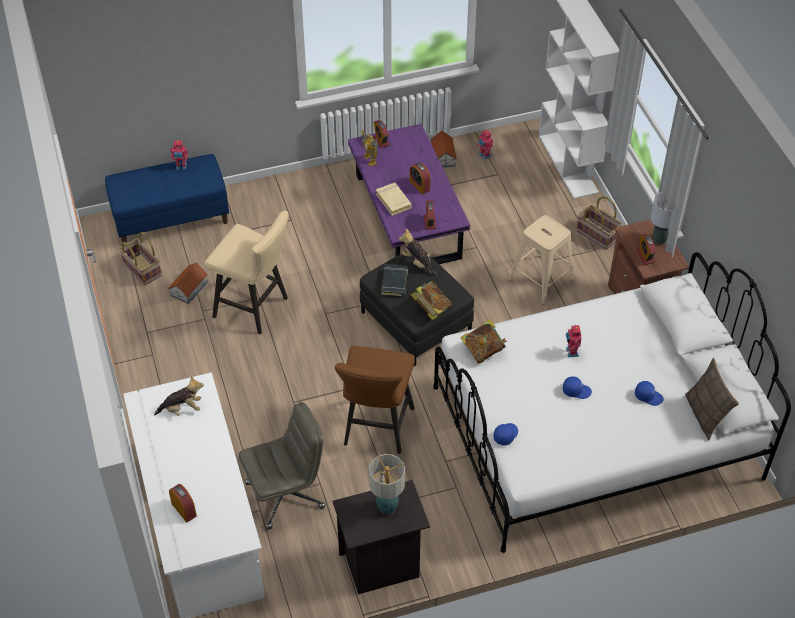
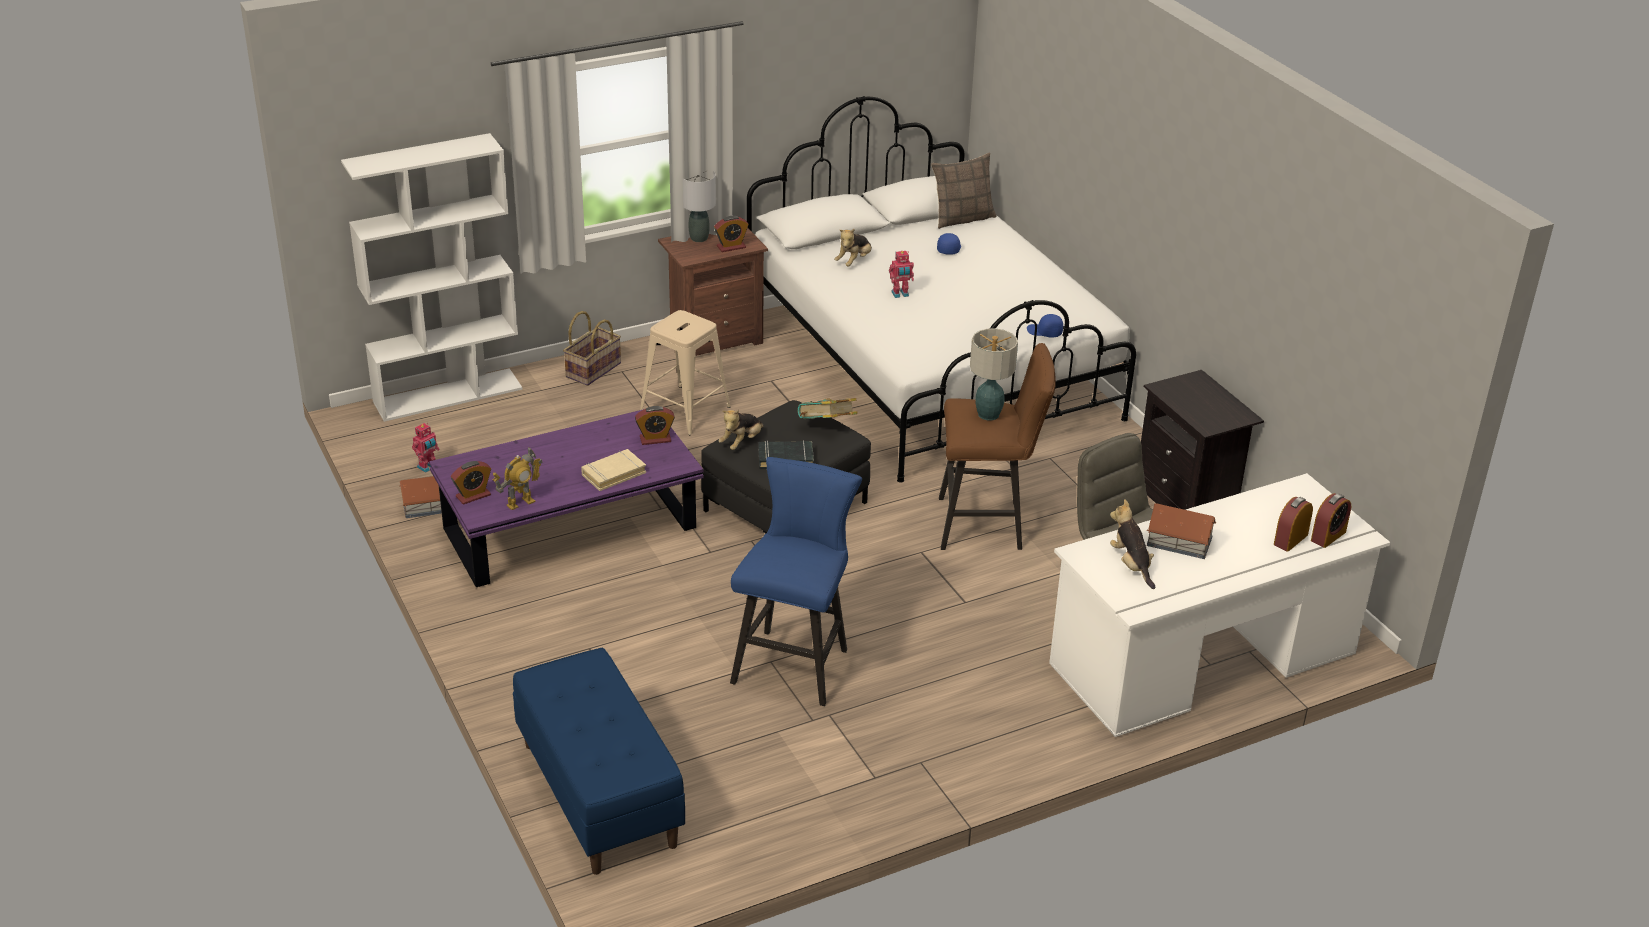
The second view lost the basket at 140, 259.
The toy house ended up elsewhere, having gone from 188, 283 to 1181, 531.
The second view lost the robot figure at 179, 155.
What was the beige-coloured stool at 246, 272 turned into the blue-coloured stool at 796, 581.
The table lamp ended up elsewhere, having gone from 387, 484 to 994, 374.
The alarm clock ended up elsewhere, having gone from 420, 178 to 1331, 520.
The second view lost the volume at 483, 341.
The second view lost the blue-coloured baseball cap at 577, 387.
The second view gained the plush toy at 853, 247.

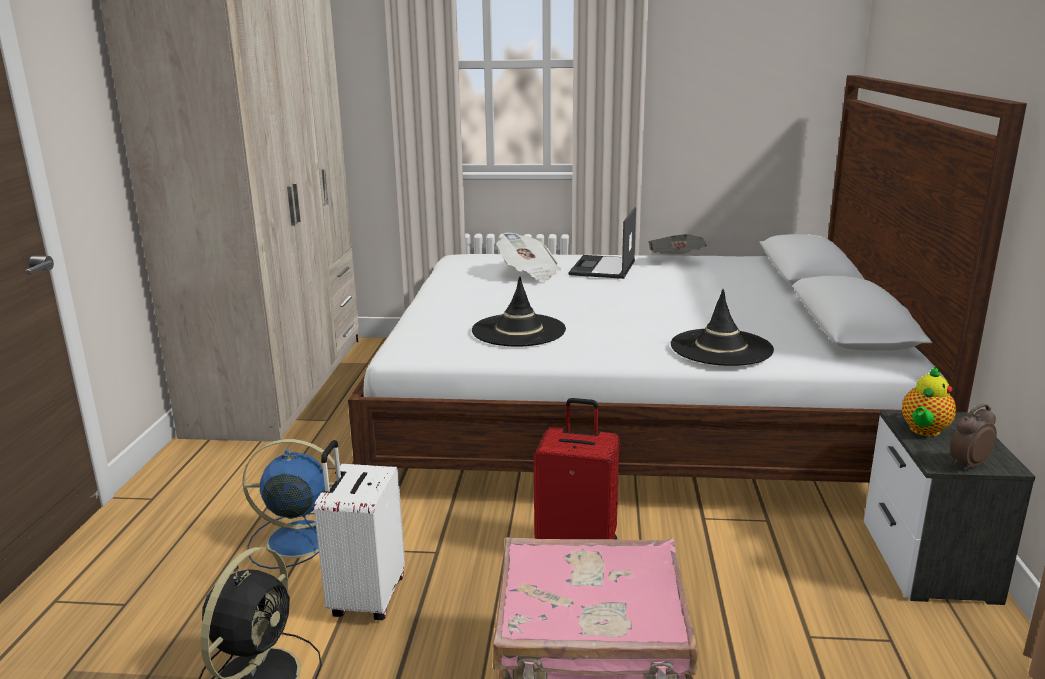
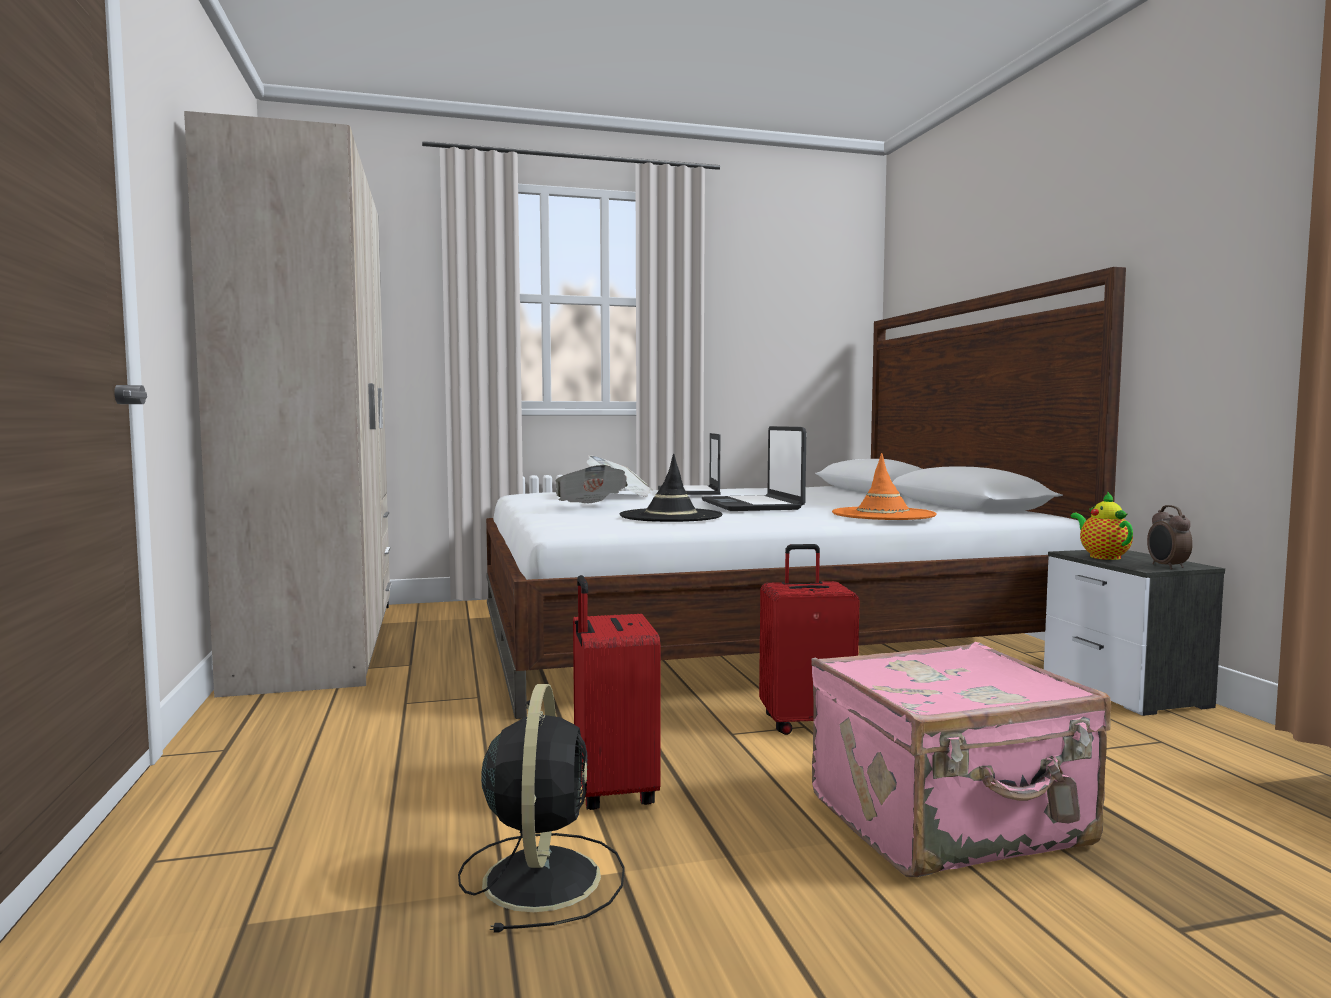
The second view lost the blue-coloured fan at 288, 504.
What was the whitish travel case at 359, 530 turned into the red-coloured travel case at 617, 692.
The printed paper ended up elsewhere, having gone from 677, 244 to 591, 484.
What was the blackish hat at 722, 327 turned into the orange hat at 884, 486.
The teapot at 929, 401 ended up facing another way, 150 degrees clockwise from before.
The alarm clock at 973, 437 ended up facing another way, 45 degrees counterclockwise from before.
The second view gained the notebook computer at 754, 468.

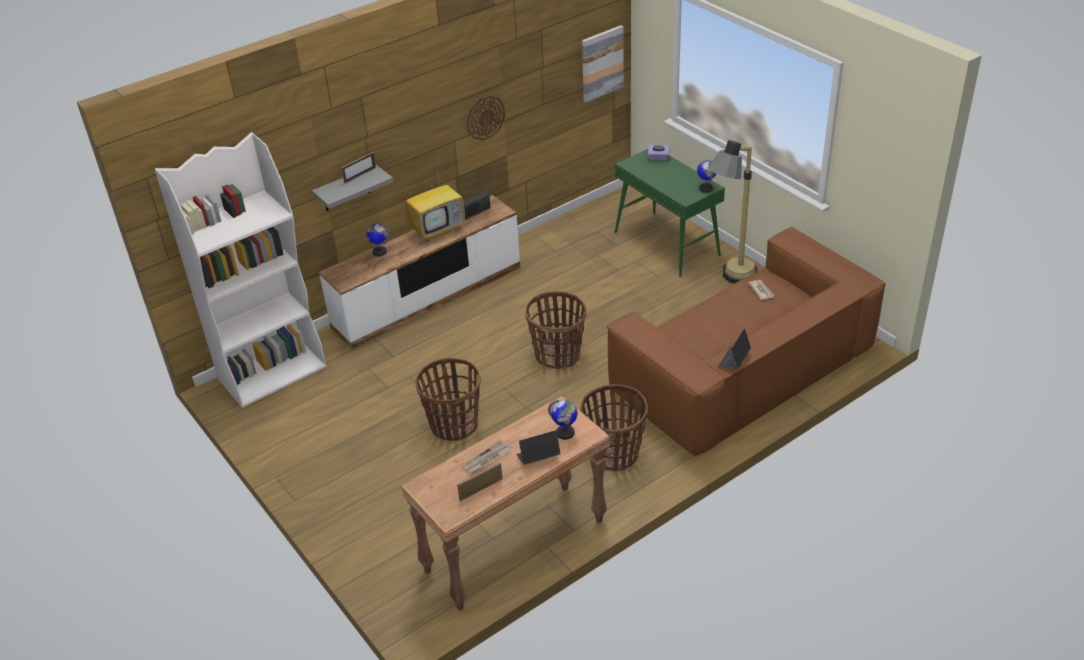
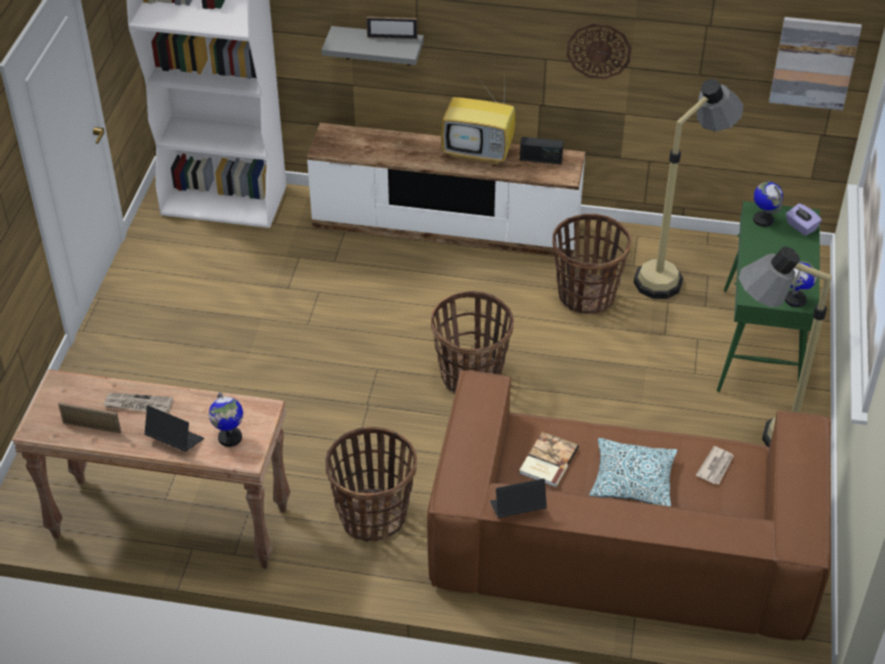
The globe ended up elsewhere, having gone from 378, 240 to 768, 204.
The basket ended up elsewhere, having gone from 448, 399 to 591, 264.
The second view gained the volume at 549, 459.
The second view gained the throw pillow at 633, 472.
The second view gained the standard lamp at 689, 189.

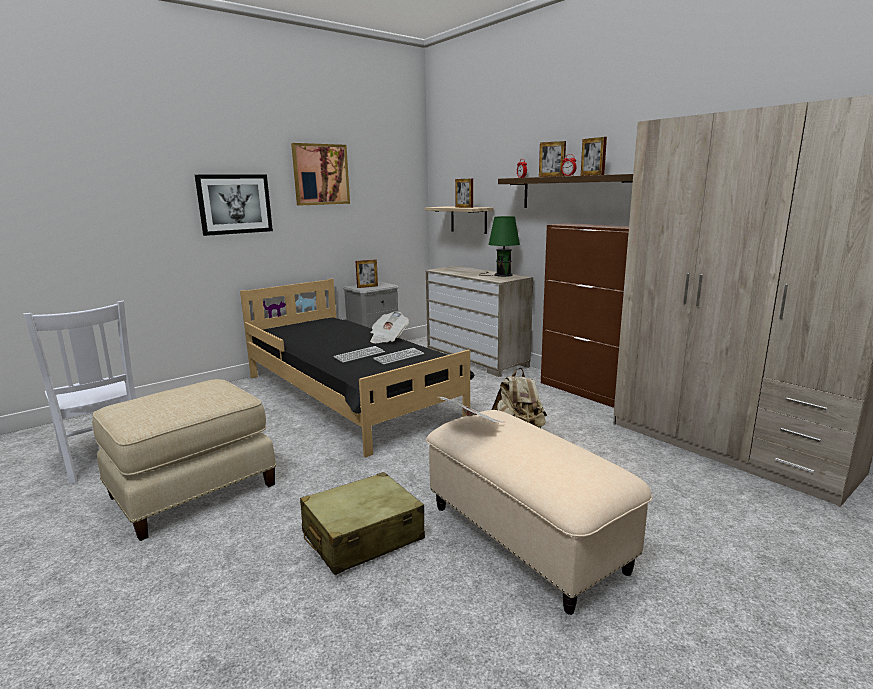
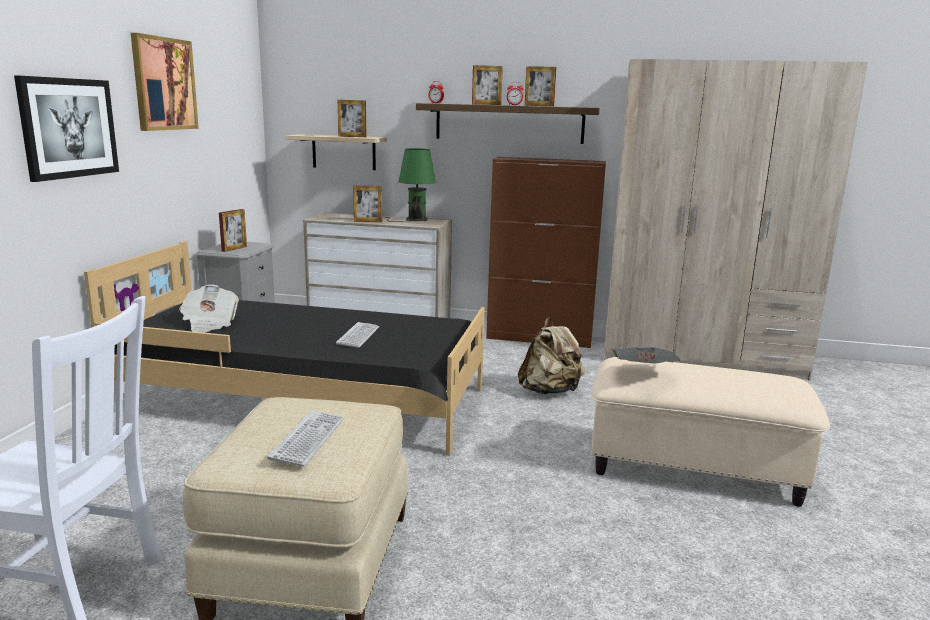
The second view lost the beige-coloured travel case at 362, 523.
The printed paper ended up elsewhere, having gone from 389, 327 to 209, 309.
The PC keyboard ended up elsewhere, having gone from 398, 356 to 305, 438.
The second view gained the picture frame at 367, 204.

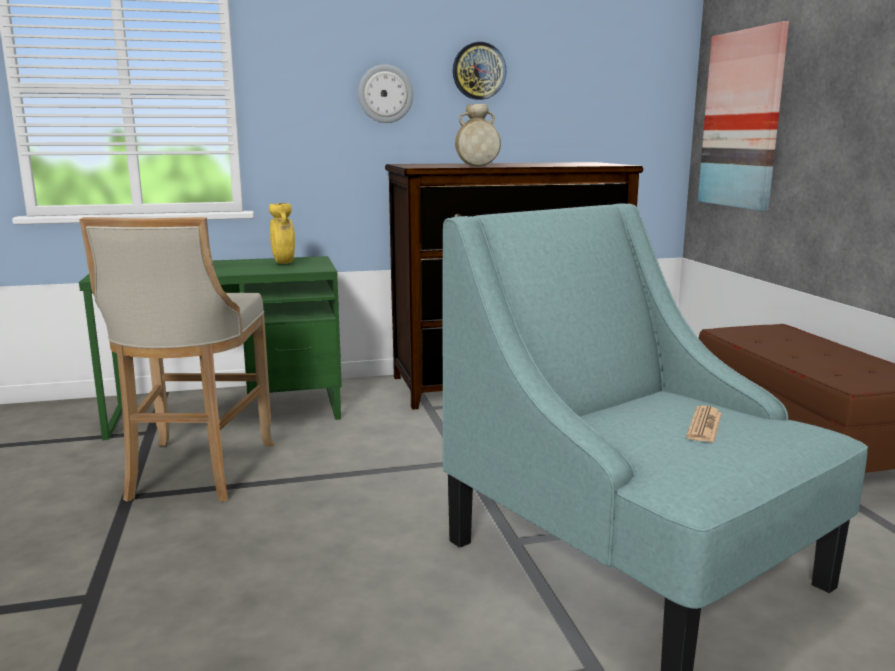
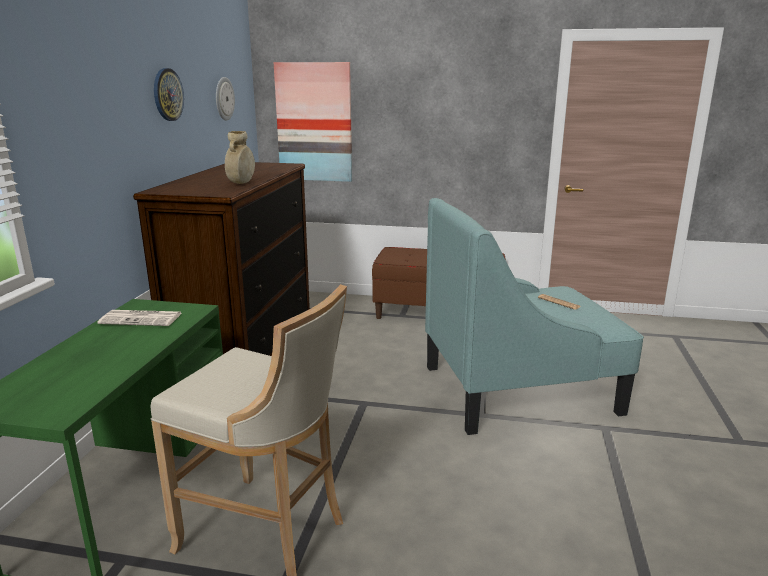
Where the yellow-coloured decorative vase stood at 282, 233, the printed paper came to stand at 139, 318.
The wall clock ended up elsewhere, having gone from 385, 93 to 225, 99.

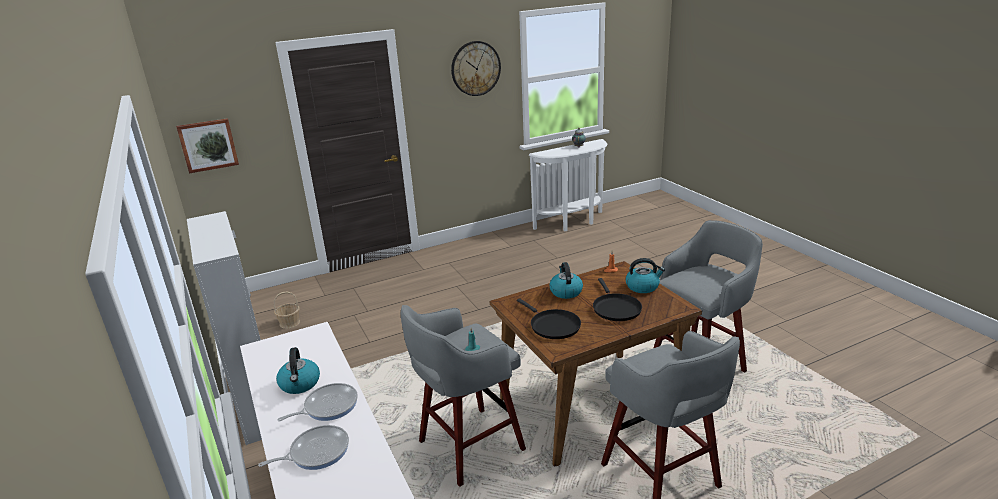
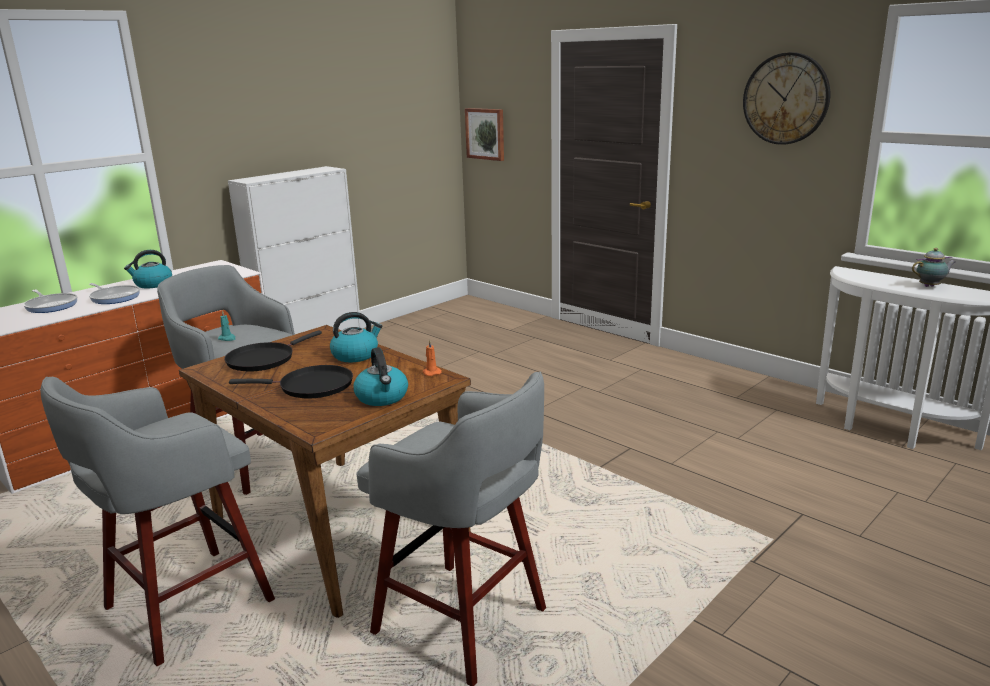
The second view lost the basket at 287, 310.
The blackish skillet at 617, 299 ended up facing another way, 150 degrees counterclockwise from before.

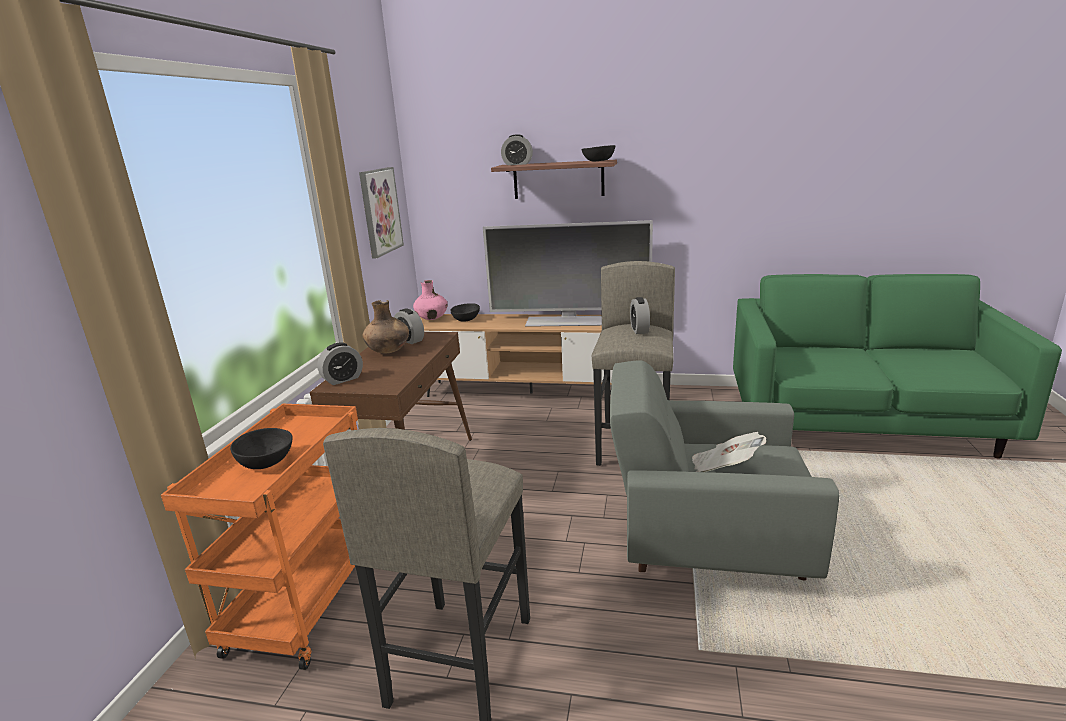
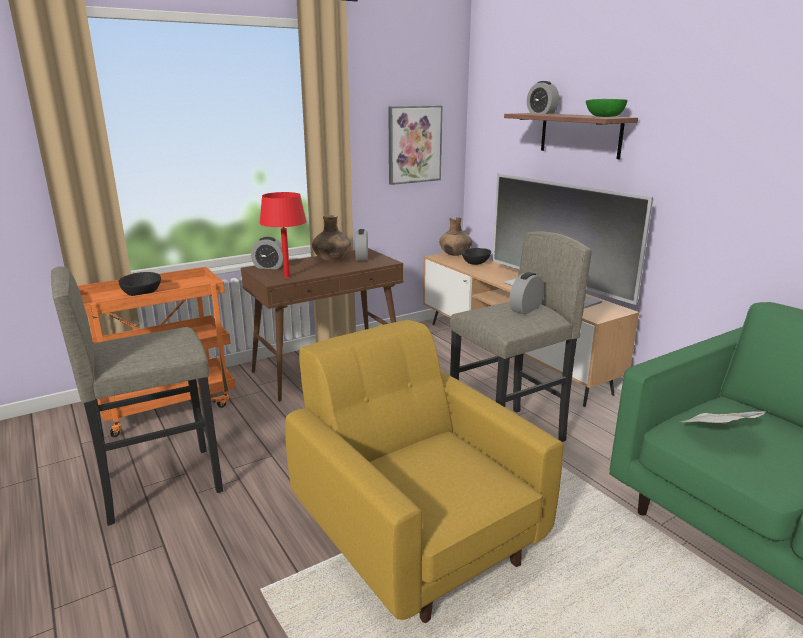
What was the pinkish decorative vase at 430, 300 turned into the brown decorative vase at 455, 236.
What was the blackish bowl at 598, 153 turned into the green bowl at 607, 108.
What was the greyish easy chair at 724, 470 turned into the yellow-coloured easy chair at 424, 471.
The printed paper ended up elsewhere, having gone from 729, 452 to 724, 417.
The second view gained the red-coloured table lamp at 283, 235.

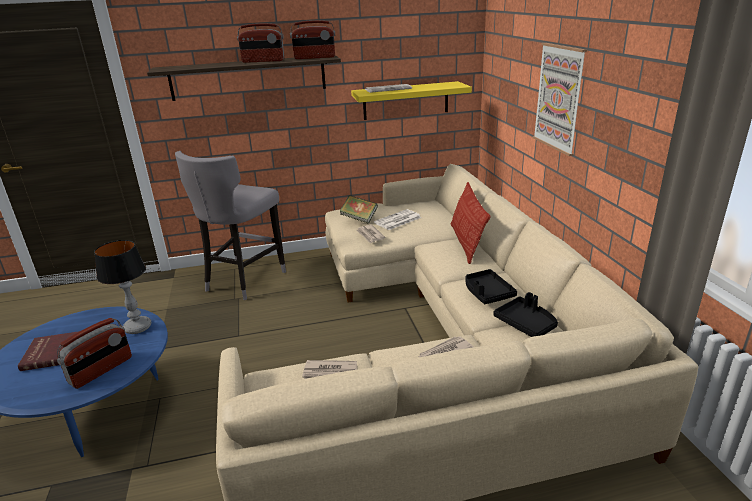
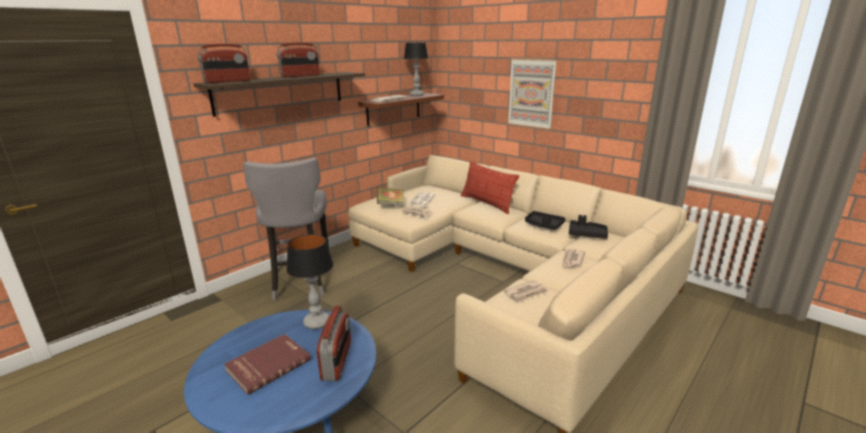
The radio set ended up elsewhere, having gone from 312, 39 to 224, 63.
What was the yellow-coloured wall shelf at 411, 100 turned into the brown wall shelf at 401, 109.
The second view gained the table lamp at 416, 69.

